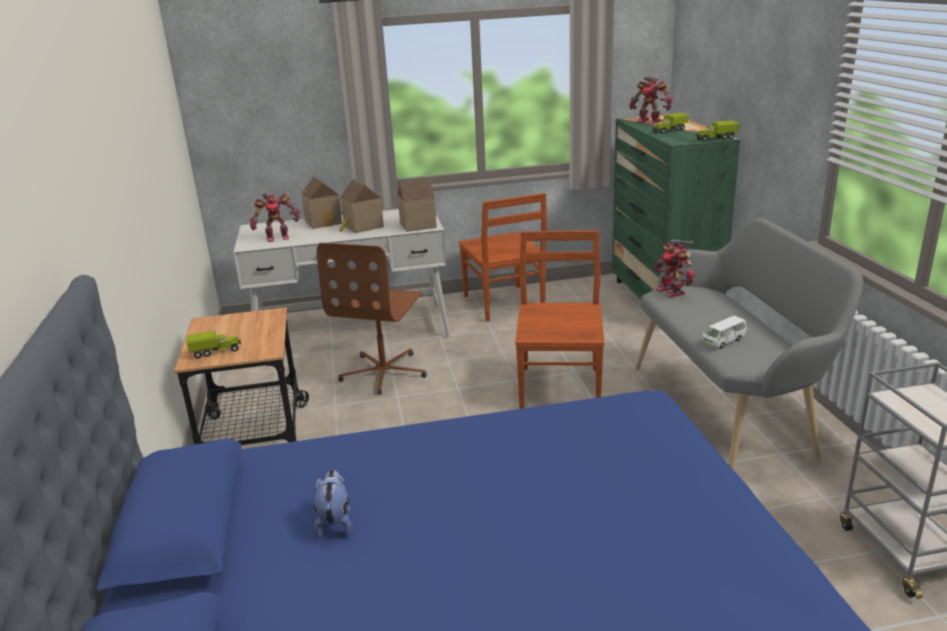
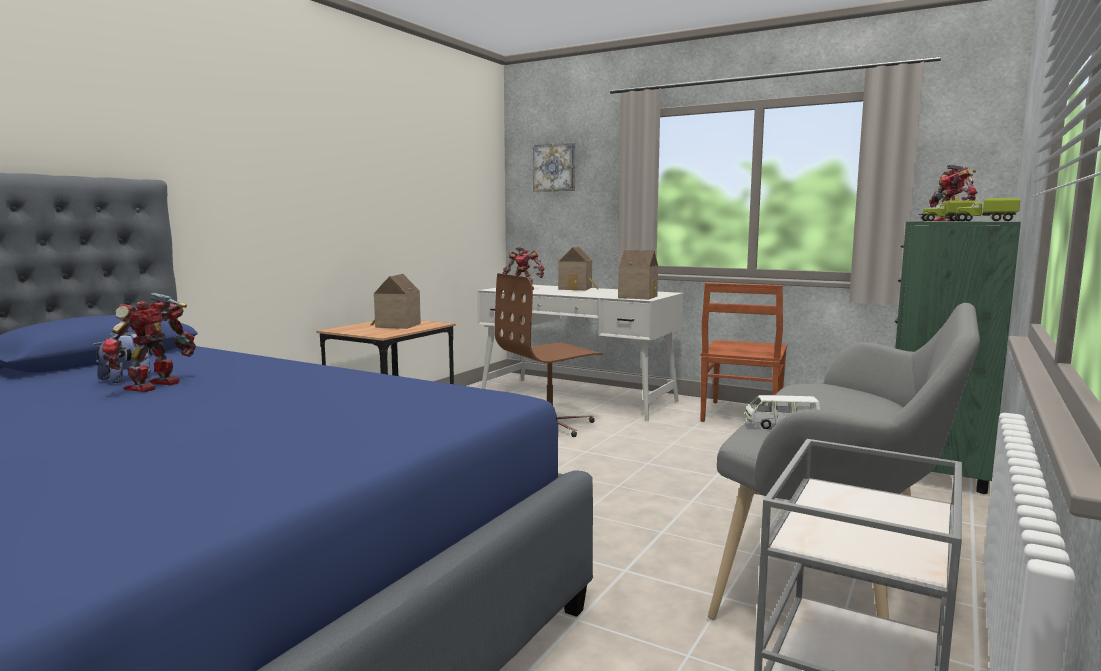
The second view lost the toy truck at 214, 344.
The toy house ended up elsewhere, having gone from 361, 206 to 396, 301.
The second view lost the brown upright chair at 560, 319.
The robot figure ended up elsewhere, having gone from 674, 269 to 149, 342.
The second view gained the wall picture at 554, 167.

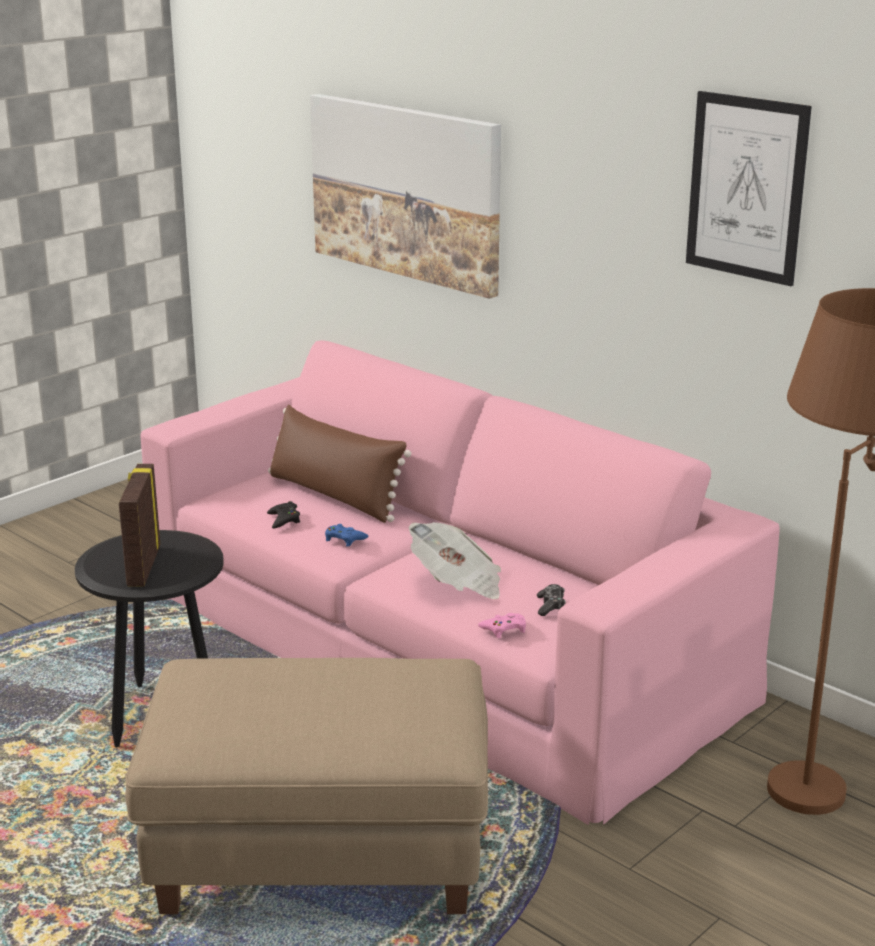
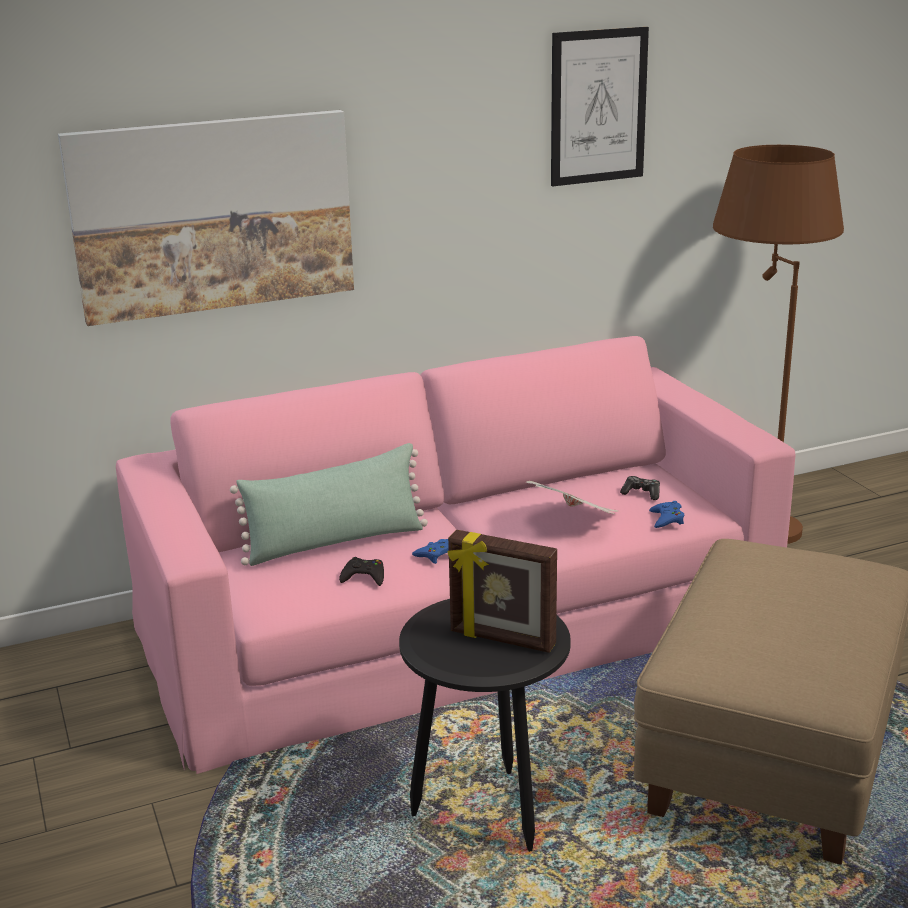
What was the brown throw pillow at 339, 464 turned into the green throw pillow at 329, 504.
What was the pinkish joypad at 502, 625 turned into the blue-coloured joypad at 666, 514.

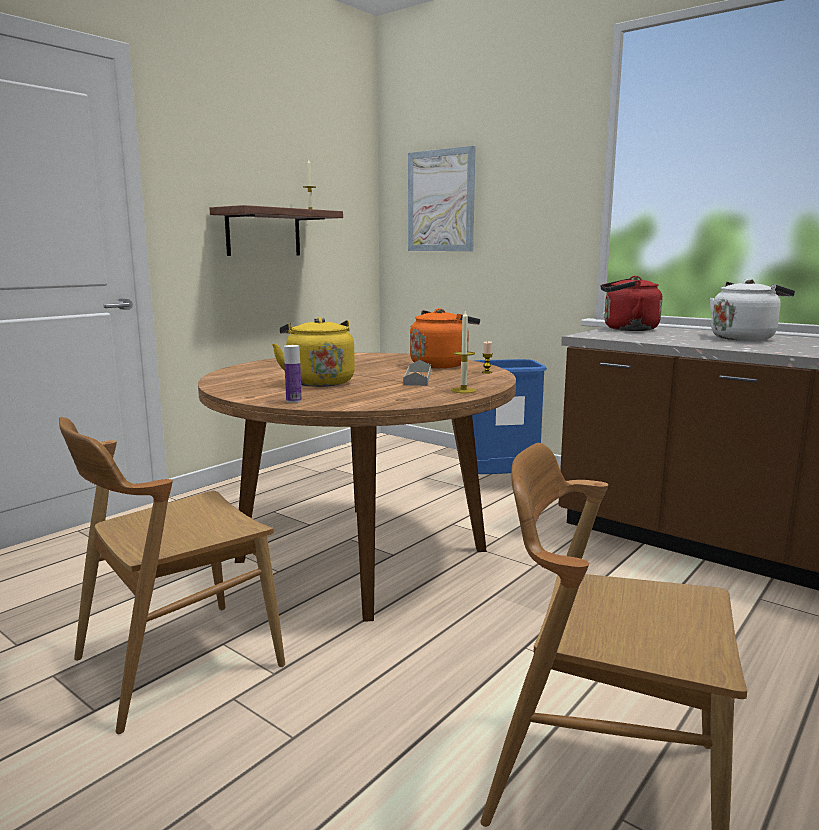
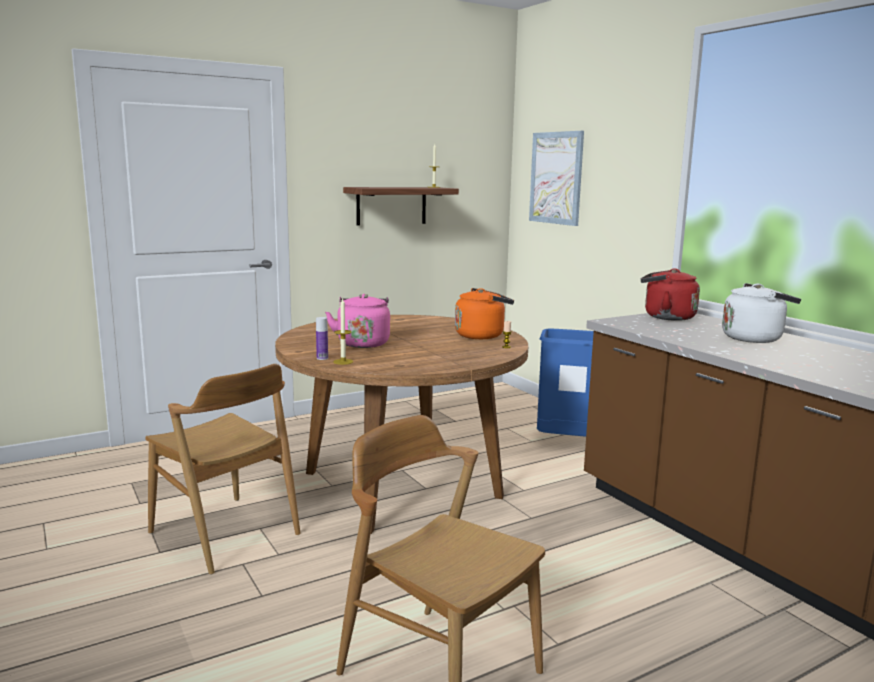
The brown upright chair at 172, 575 ended up facing another way, 120 degrees counterclockwise from before.
What was the yellow-coloured water kettle at 313, 352 turned into the pinkish water kettle at 357, 321.
The second view lost the greyish serving tray at 417, 373.
The wax light ended up elsewhere, having gone from 463, 352 to 343, 331.

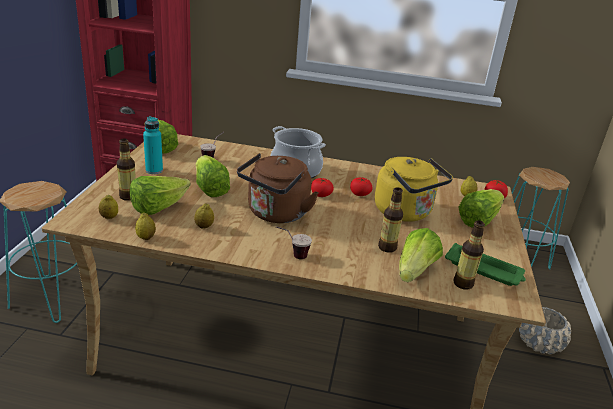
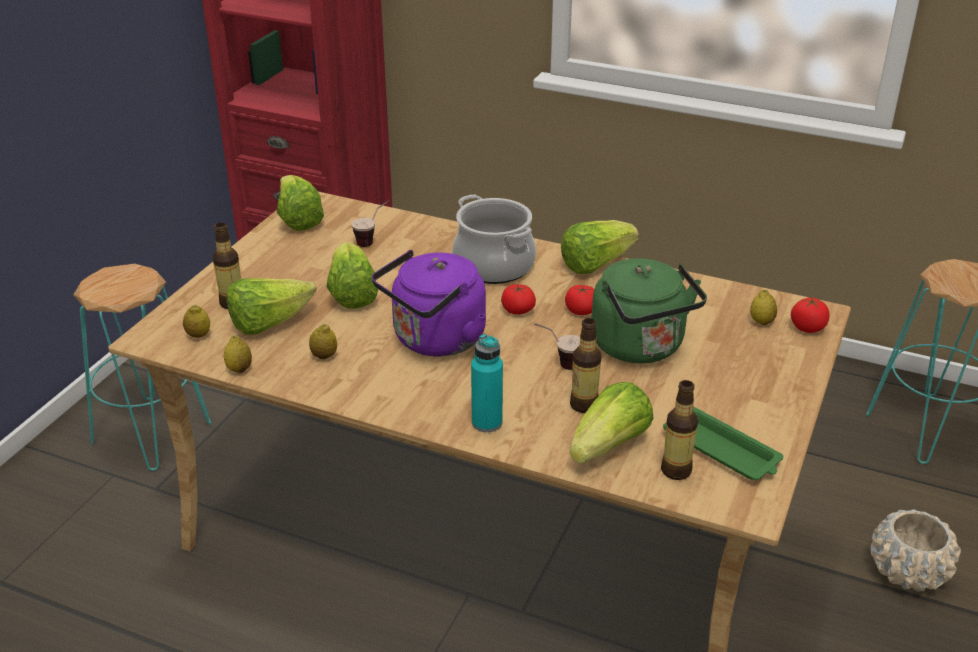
The turquoise-coloured drink bottle ended up elsewhere, having gone from 153, 145 to 487, 383.
What was the brown water kettle at 277, 188 turned into the purple water kettle at 429, 303.
The cup ended up elsewhere, having gone from 294, 242 to 557, 346.
What was the yellow-coloured water kettle at 414, 189 turned into the green water kettle at 649, 310.
The head of lettuce ended up elsewhere, having gone from 481, 208 to 600, 247.

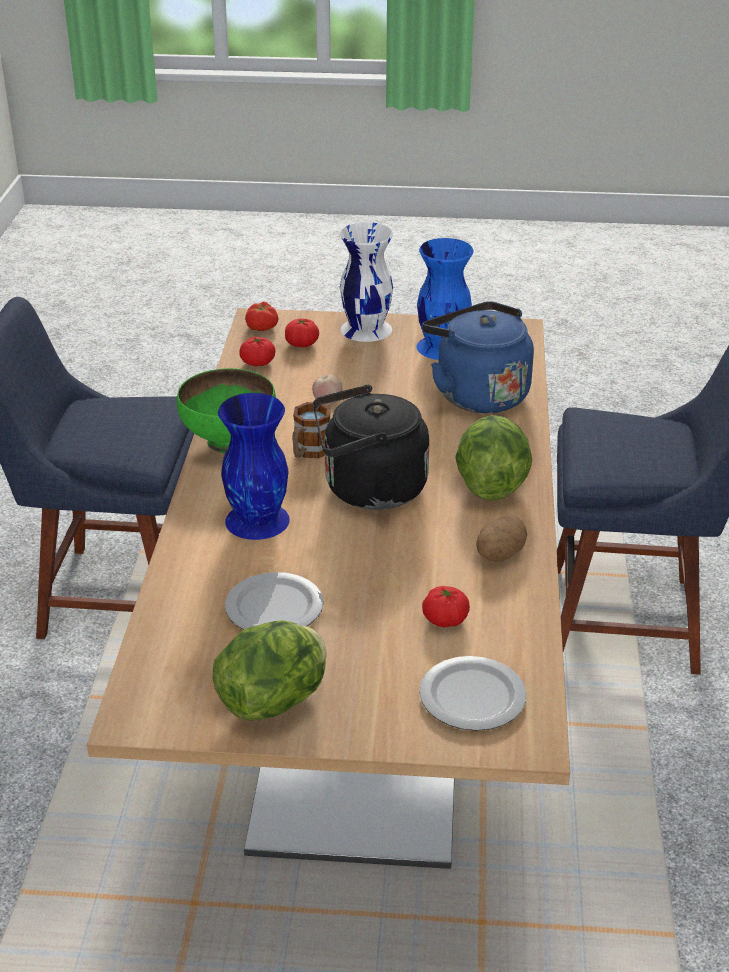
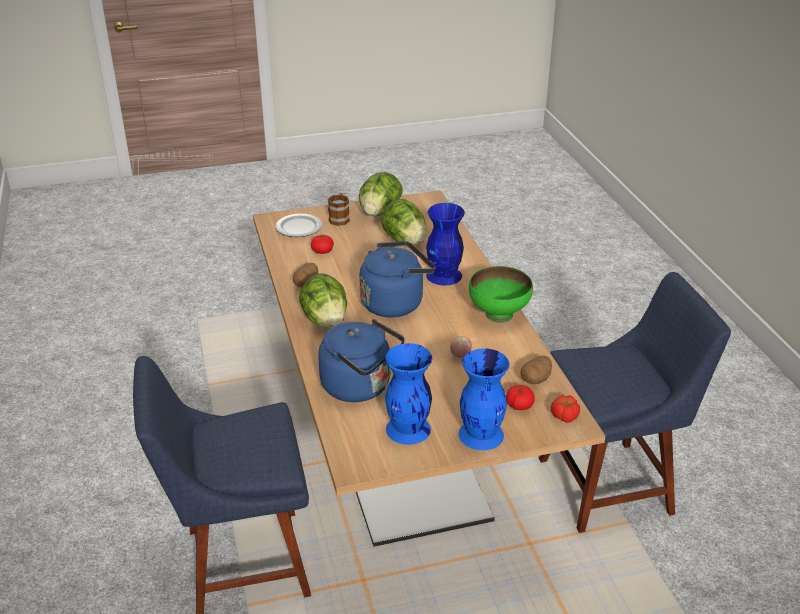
Where the plate stood at 274, 601, the head of lettuce came to stand at 404, 222.
Where the whole tomato stood at 257, 352, the whole potato came to stand at 536, 369.
The tea mug ended up elsewhere, having gone from 311, 430 to 339, 209.
What was the blackish water kettle at 371, 447 turned into the blue-coloured water kettle at 397, 279.
What was the whitish decorative vase at 366, 282 turned into the blue-coloured decorative vase at 484, 399.

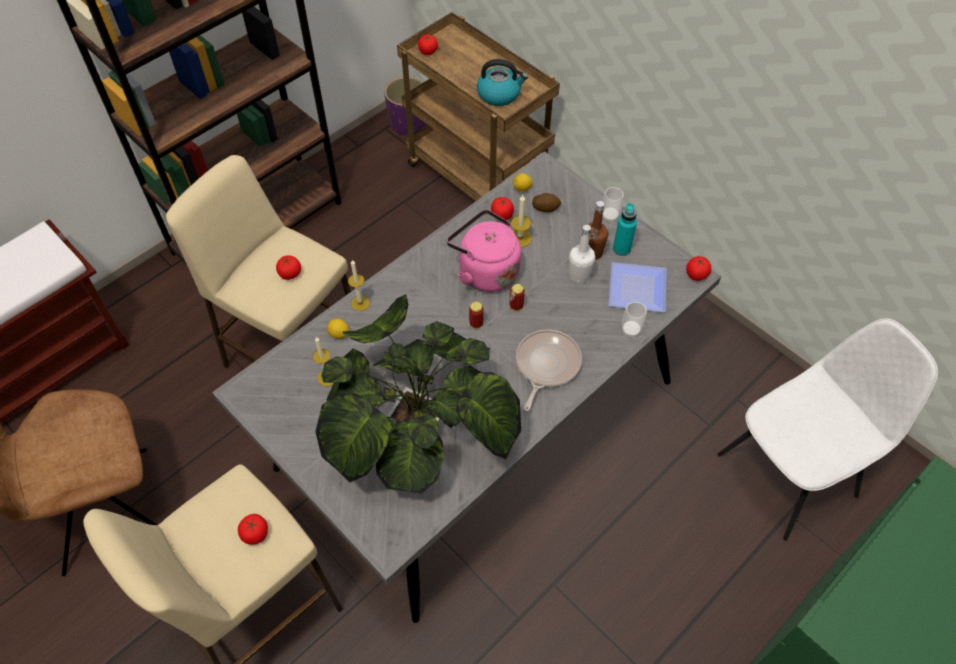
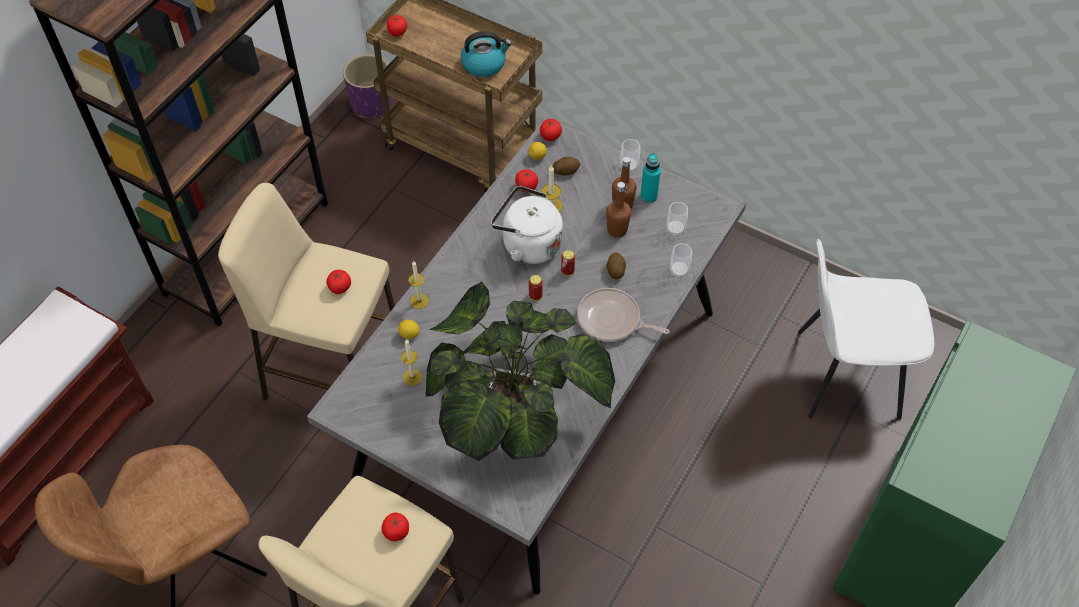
What was the pinkish water kettle at 484, 251 turned into the whitish water kettle at 527, 225.
The skillet at 549, 370 ended up facing another way, 75 degrees counterclockwise from before.
What was the whitish drink bottle at 582, 254 turned into the brown drink bottle at 618, 210.
Where the plate stood at 638, 287, the cup came to stand at 677, 219.
The whole tomato ended up elsewhere, having gone from 698, 268 to 551, 130.
The whitish upright chair at 827, 429 ended up facing another way, 135 degrees counterclockwise from before.
The second view gained the whole potato at 616, 266.

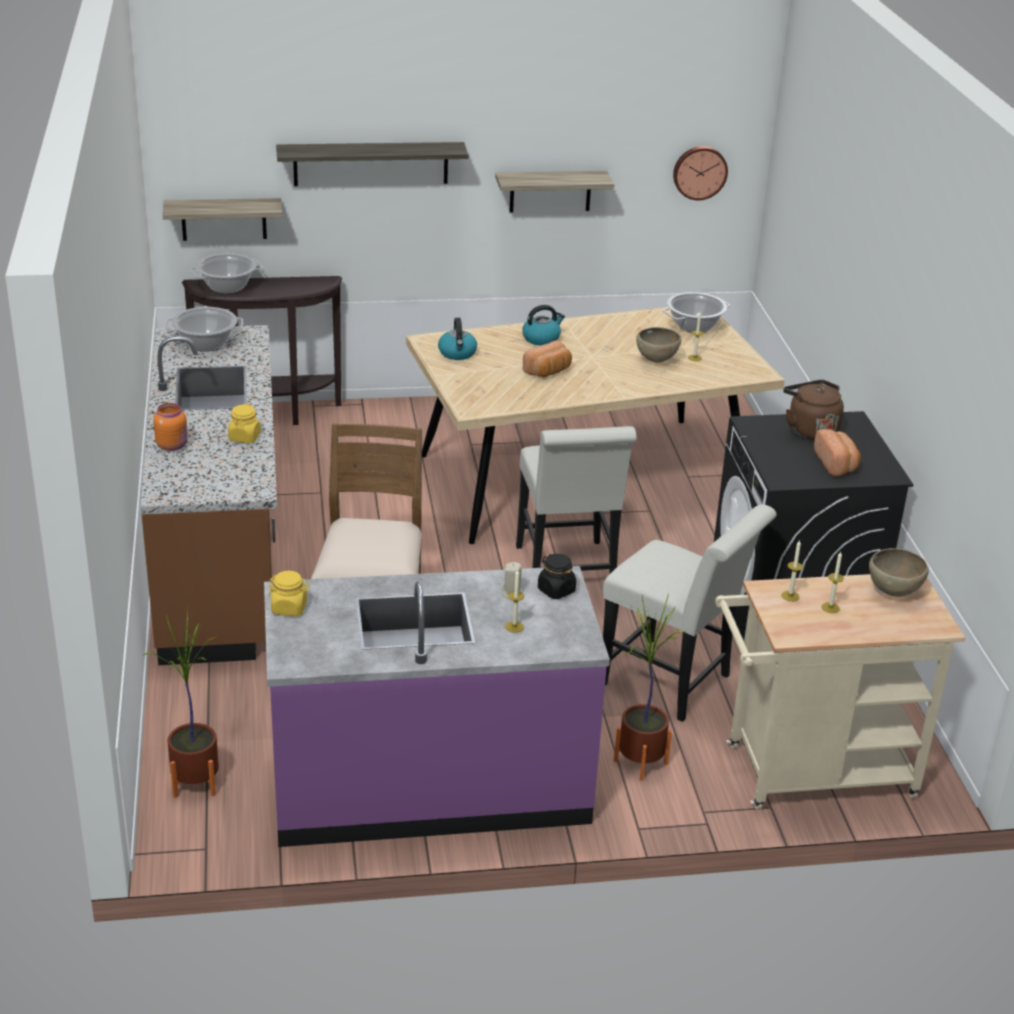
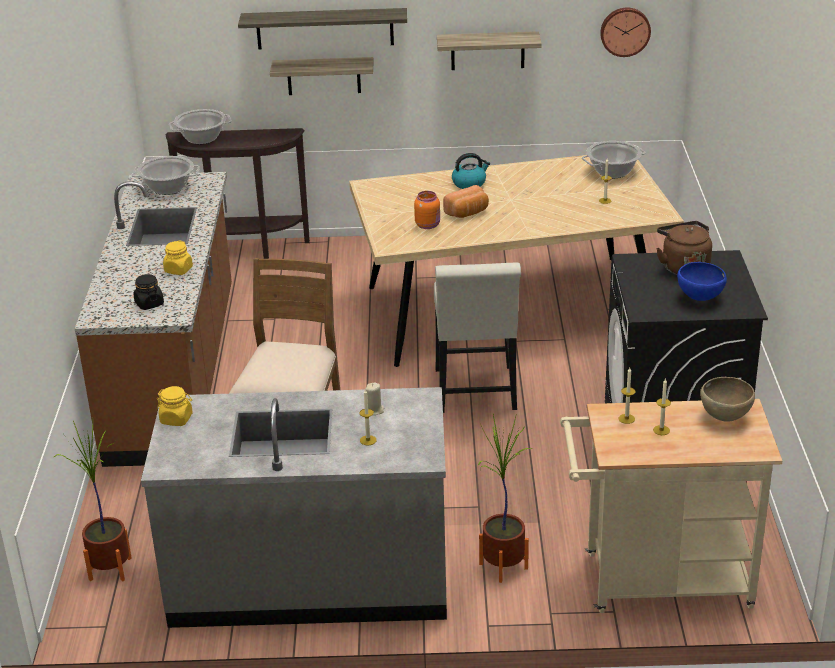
The orange storage jar ended up elsewhere, having gone from 170, 427 to 427, 210.
The wall shelf ended up elsewhere, having gone from 222, 219 to 322, 76.
What was the purple counter at 437, 706 turned into the greyish counter at 294, 507.
The second view lost the water kettle at 457, 339.
The blackish storage jar ended up elsewhere, having gone from 557, 576 to 148, 292.
The second view lost the whitish upright chair at 690, 613.
The second view lost the brown bowl at 658, 345.
Where the bread stood at 837, 452, the blue-coloured bowl came to stand at 702, 281.

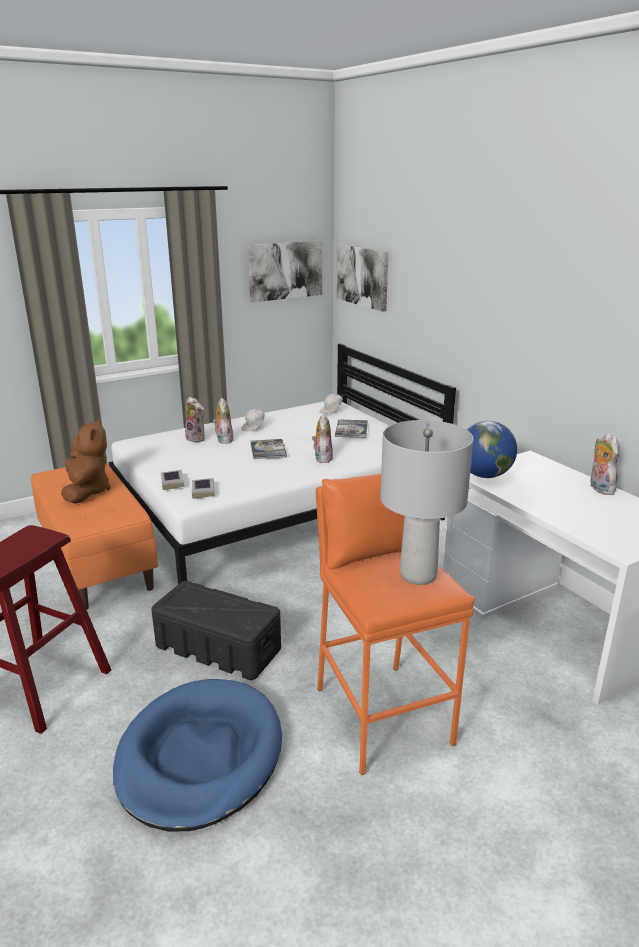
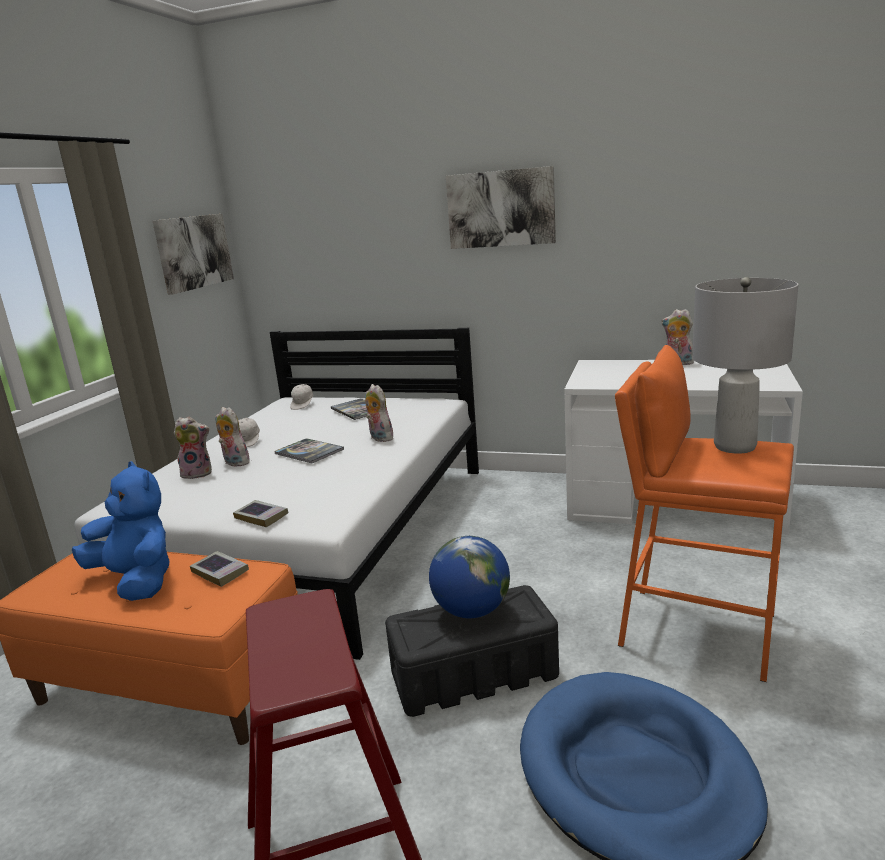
What was the brown plush toy at 86, 461 turned into the blue-coloured plush toy at 121, 531.
The volume ended up elsewhere, having gone from 203, 488 to 219, 569.
The wall picture ended up elsewhere, having gone from 363, 278 to 501, 207.
The globe ended up elsewhere, having gone from 492, 449 to 469, 577.

